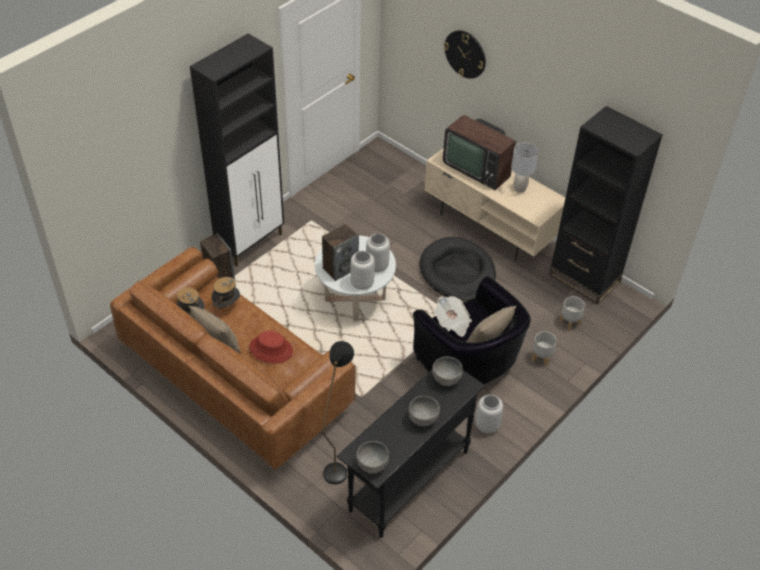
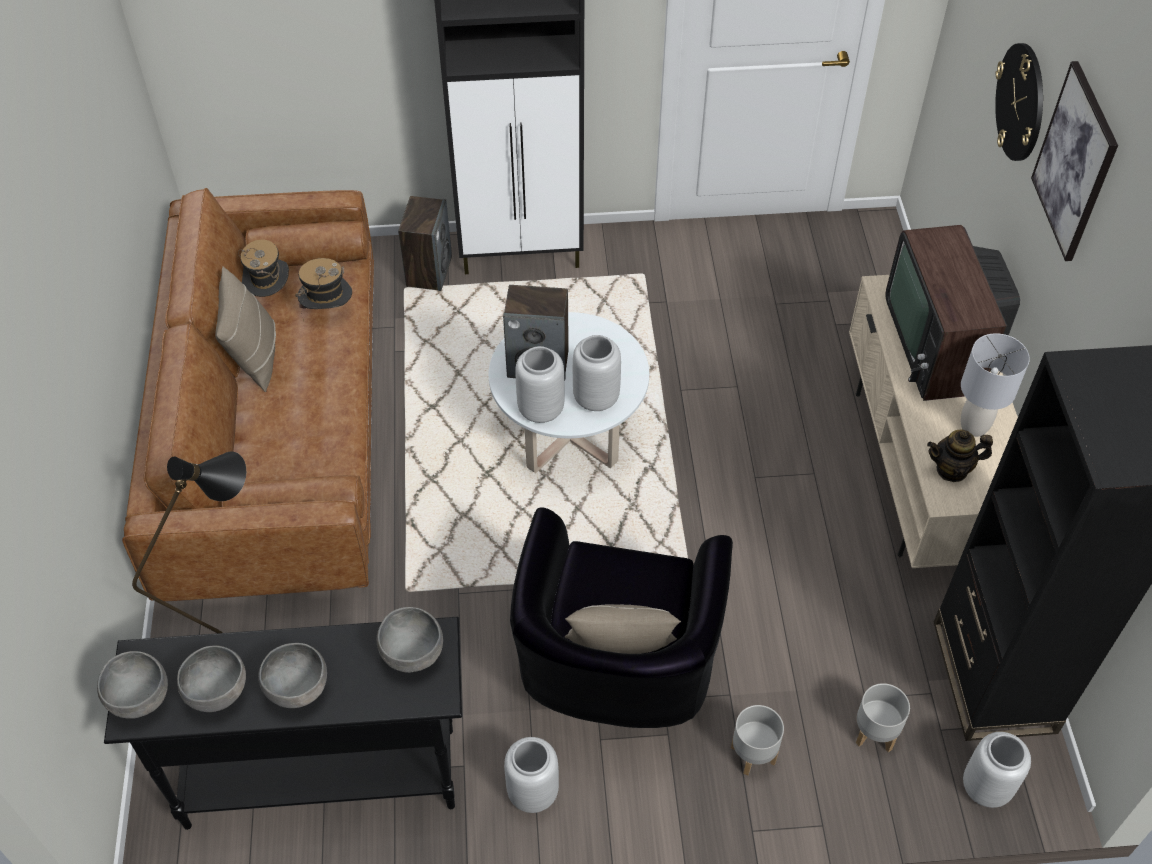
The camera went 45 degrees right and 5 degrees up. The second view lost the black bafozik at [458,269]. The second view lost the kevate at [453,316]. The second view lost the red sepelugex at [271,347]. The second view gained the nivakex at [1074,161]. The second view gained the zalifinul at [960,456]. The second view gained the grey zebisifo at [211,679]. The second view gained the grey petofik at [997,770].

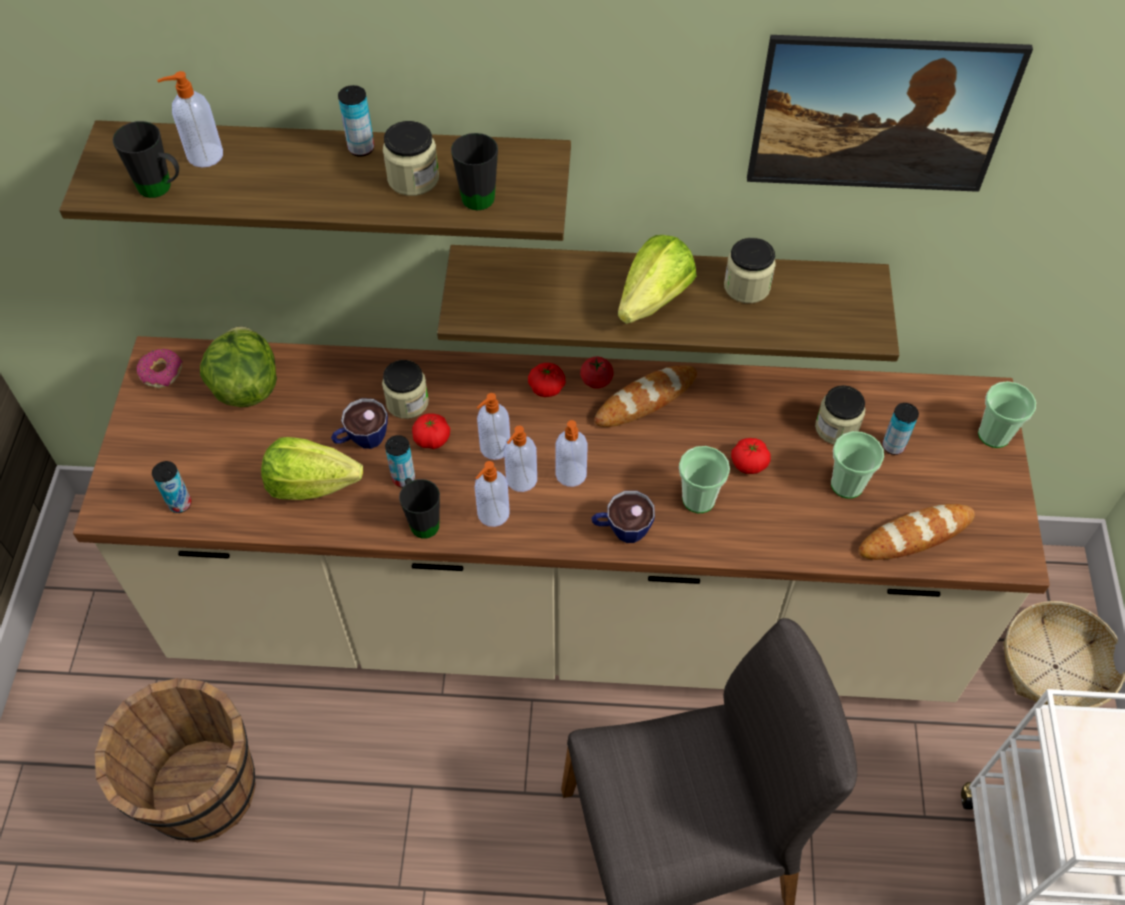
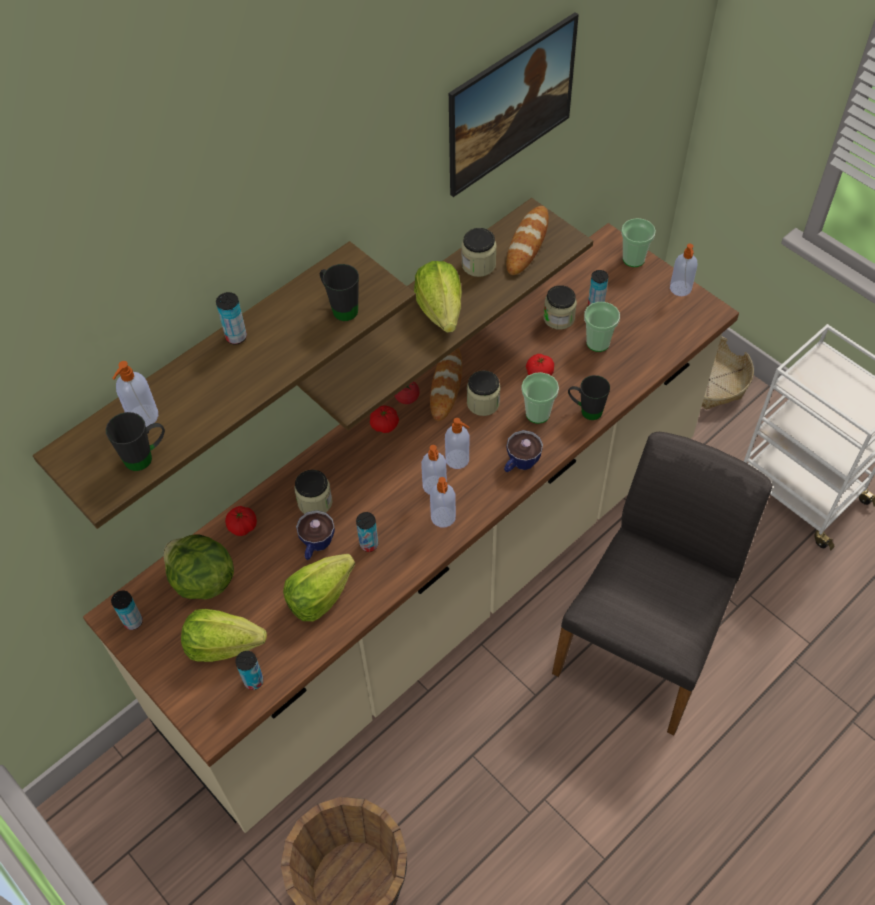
The camera went 45 degrees left and 0 degrees up. The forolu ended up elsewhere, having gone from [411,158] to [483,393]. Where the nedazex stood at [160,368], the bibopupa came to stand at [127,610]. The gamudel ended up elsewhere, having gone from [493,426] to [683,270]. The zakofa ended up elsewhere, having gone from [431,431] to [241,521]. The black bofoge ended up elsewhere, having gone from [419,508] to [589,397]. The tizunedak ended up elsewhere, having gone from [917,532] to [527,240]. The second view gained the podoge at [224,635].

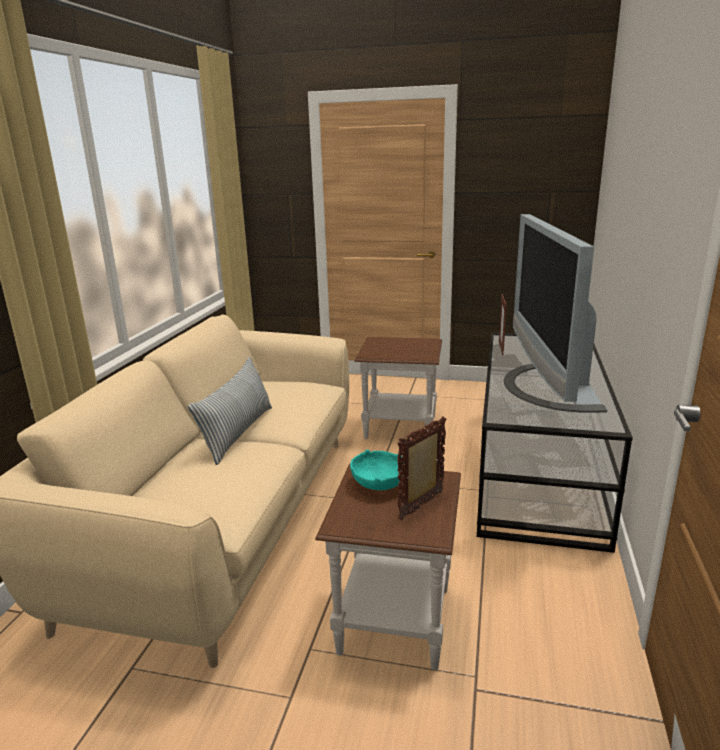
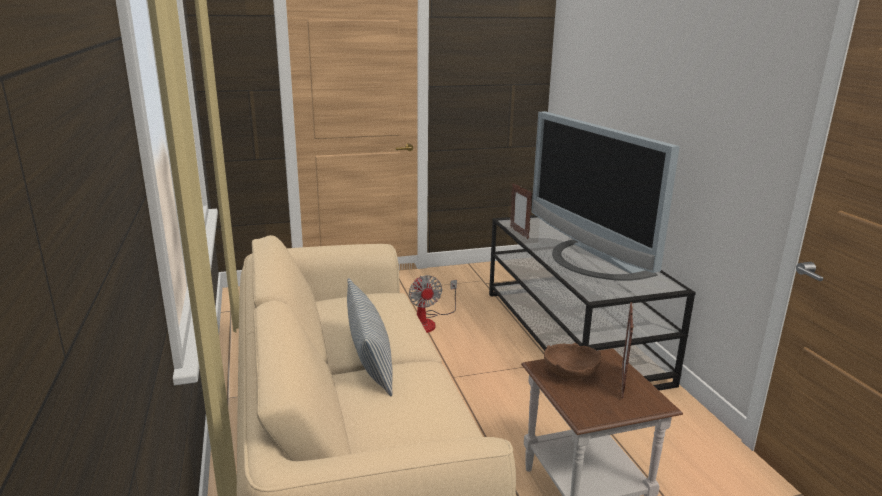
The camera went 30 degrees left and 0 degrees up. Where the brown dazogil stood at [398,388], the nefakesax came to stand at [433,304]. What was the turquoise zebisifo at [377,469] turned into the brown zebisifo at [572,361].

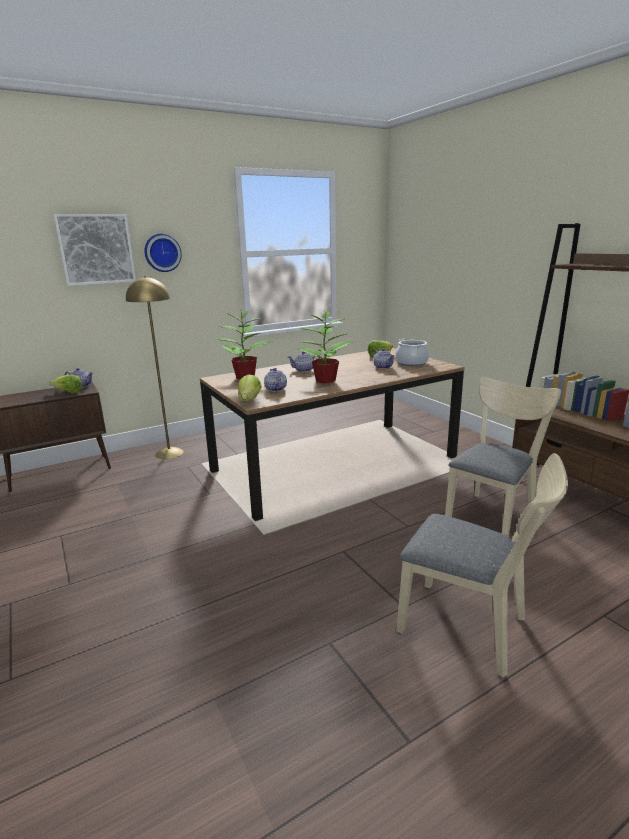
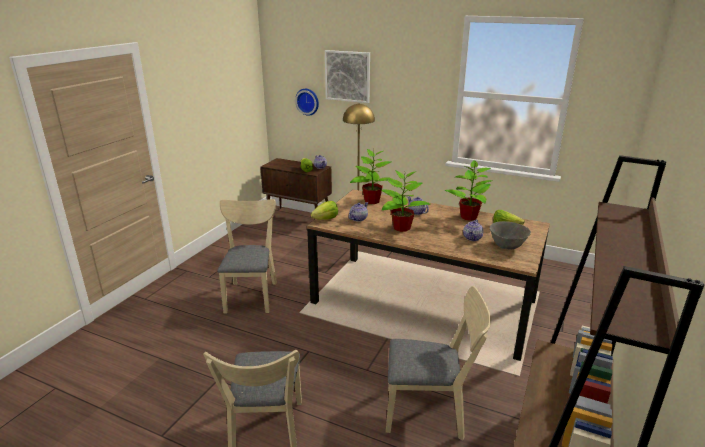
The camera went 55 degrees right and 5 degrees up. The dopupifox ended up elsewhere, having gone from [163,253] to [307,102]. Where the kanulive stood at [412,352], the grey zebisifo came to stand at [510,235]. The second view gained the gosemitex at [469,190]. The second view gained the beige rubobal at [247,256].

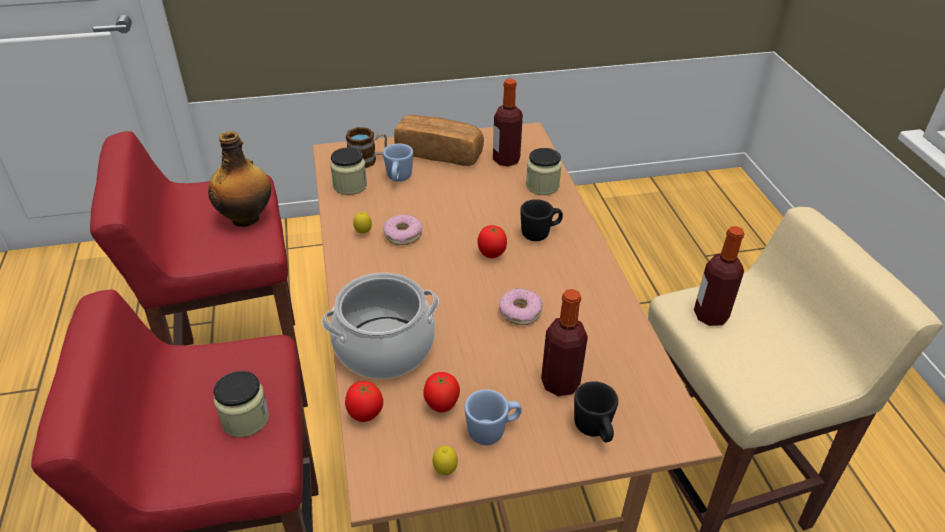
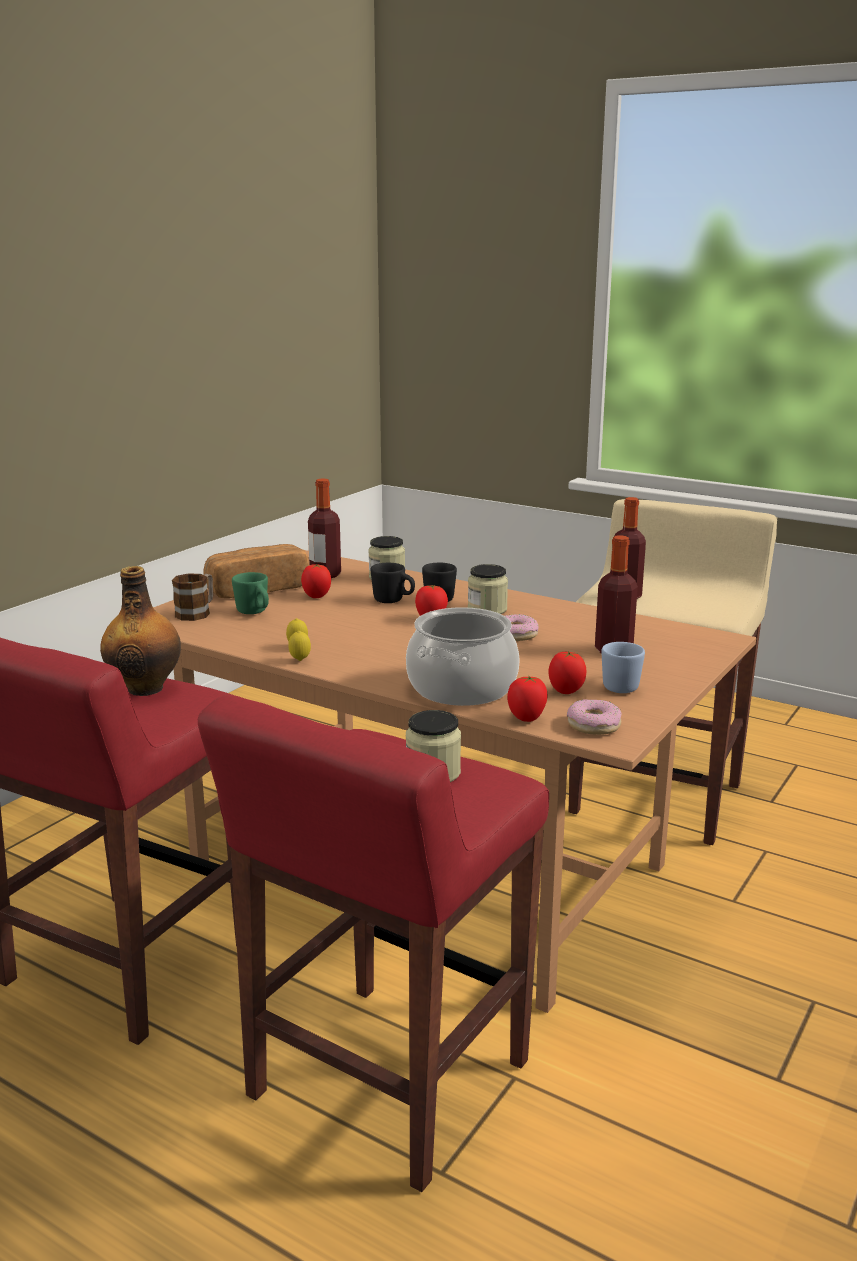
The camera went 45 degrees left and 20 degrees down. What was the blue bofoge at [398,162] turned into the green bofoge at [250,593]. The forolu ended up elsewhere, having gone from [348,171] to [488,589]. The nedazex ended up elsewhere, having gone from [402,229] to [594,717]. The black bofoge ended up elsewhere, having gone from [596,411] to [393,583]. The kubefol ended up elsewhere, having gone from [445,460] to [299,646]. The second view gained the zakofa at [316,581].

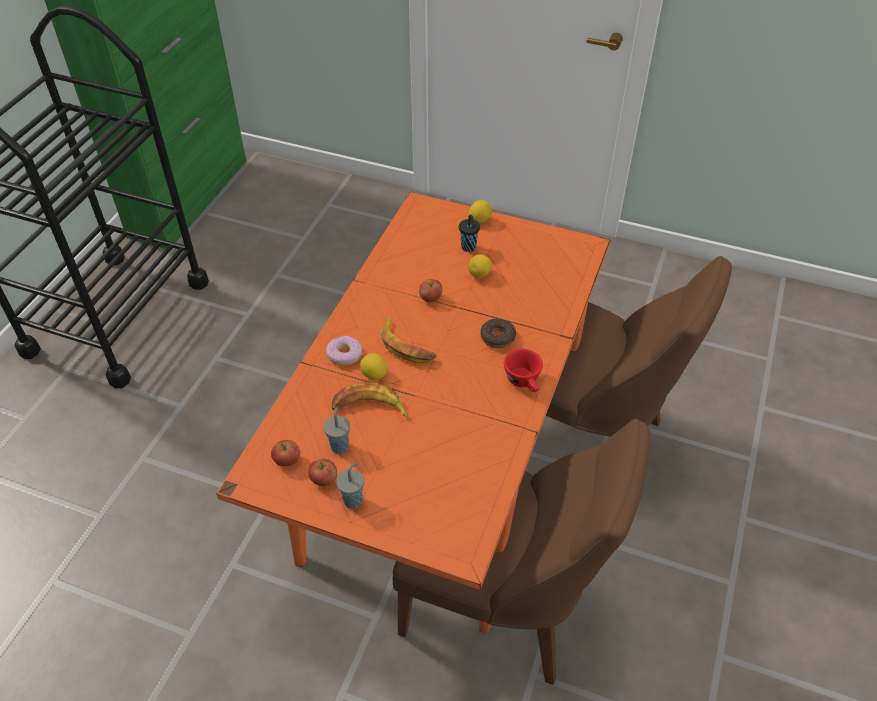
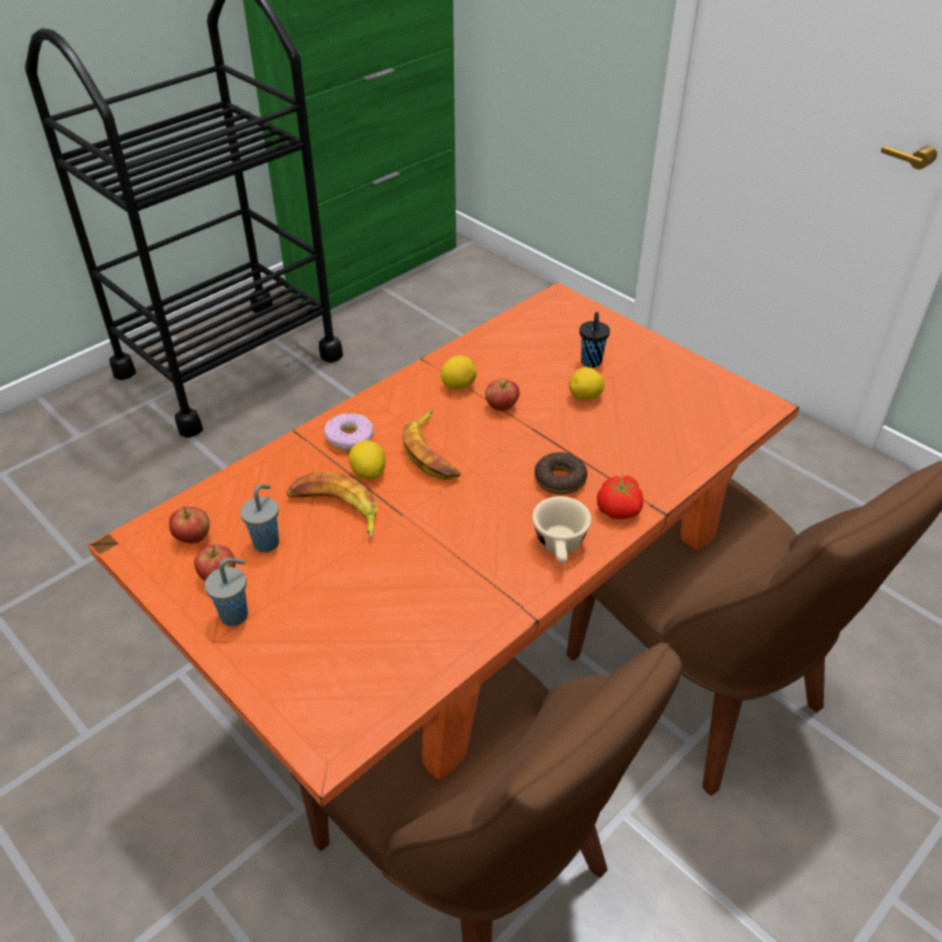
The camera went 25 degrees right and 5 degrees down. The kubefol ended up elsewhere, having gone from [480,211] to [459,373]. What was the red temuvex at [523,370] turned into the beige temuvex at [561,529]. The second view gained the zakofa at [620,497].

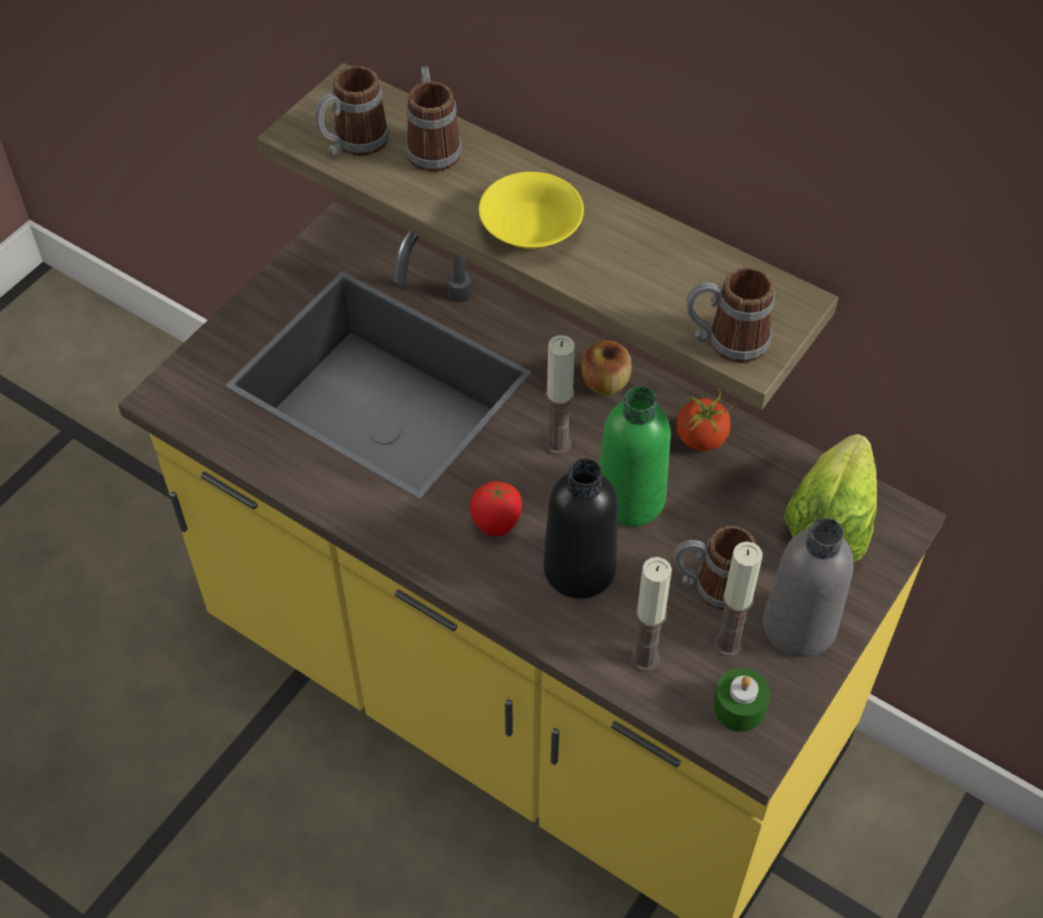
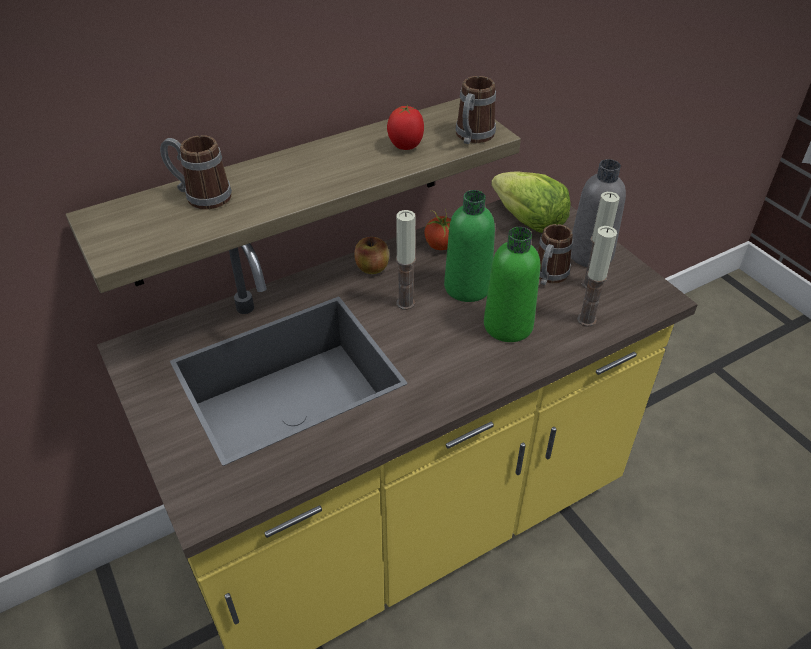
The camera went 65 degrees left and 10 degrees down. The second view lost the bofoge at [352,111]. The second view lost the yellow zebisifo at [531,210]. What was the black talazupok at [581,529] turned into the green talazupok at [512,284]. The zakofa ended up elsewhere, having gone from [496,509] to [405,127]. The second view lost the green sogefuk at [741,700].

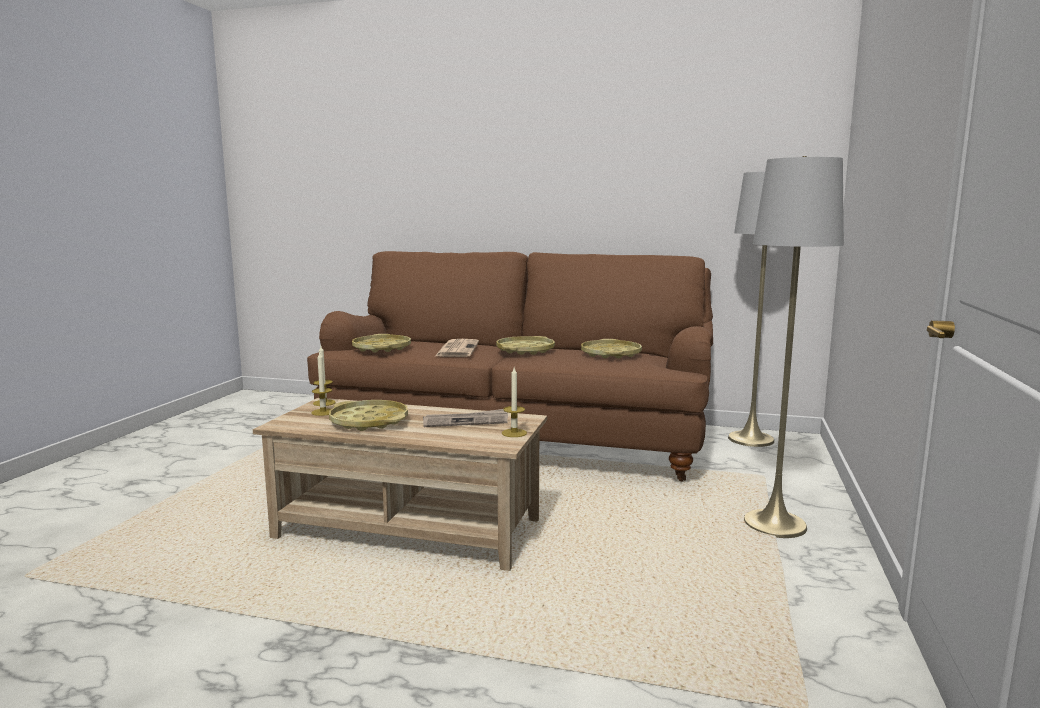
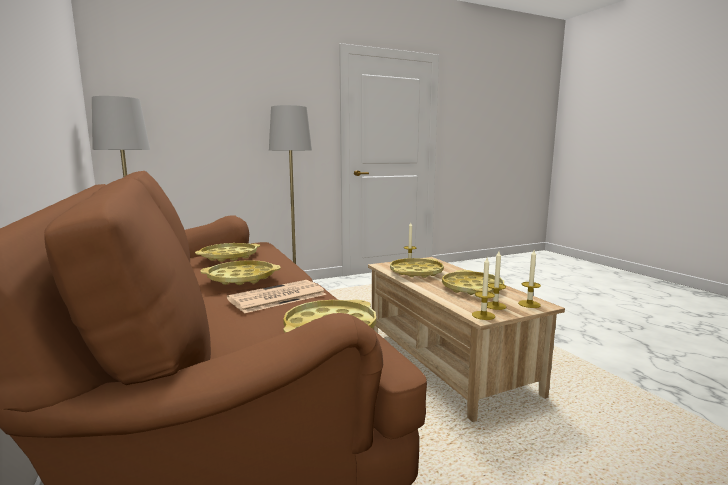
The camera went 130 degrees left and 0 degrees up. Where the kevate stood at [465,418], the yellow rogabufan came to stand at [417,268]. The second view gained the sogefuk at [529,279].

